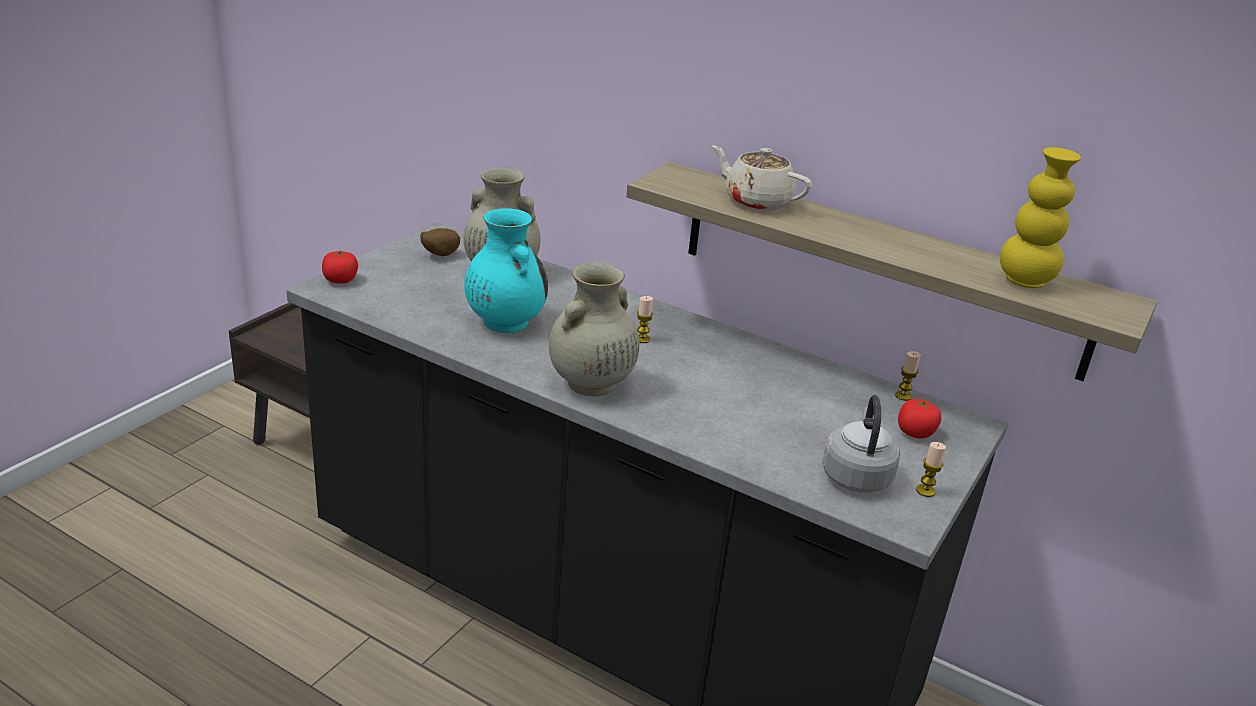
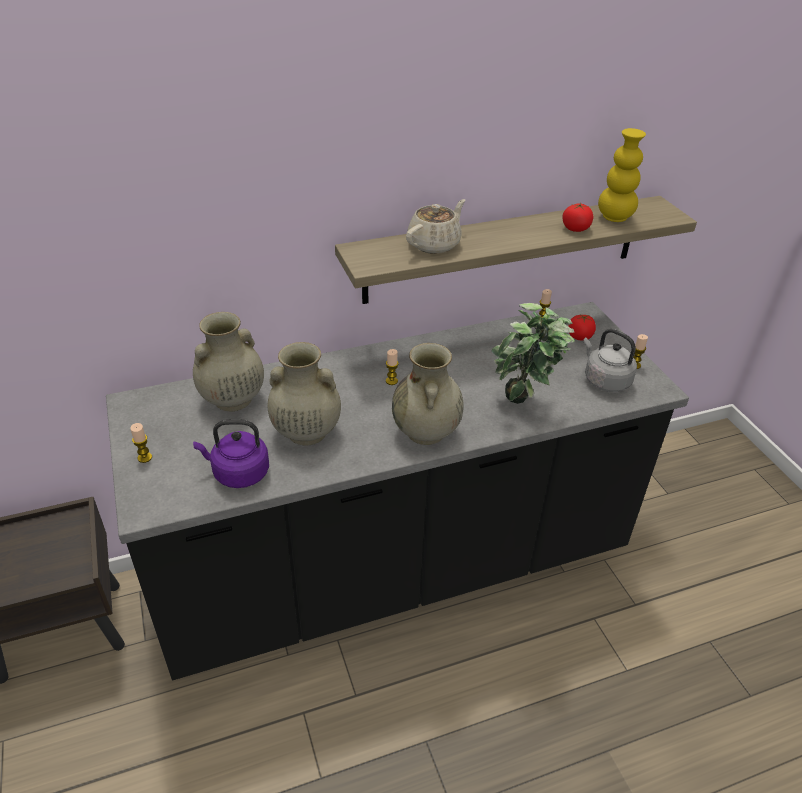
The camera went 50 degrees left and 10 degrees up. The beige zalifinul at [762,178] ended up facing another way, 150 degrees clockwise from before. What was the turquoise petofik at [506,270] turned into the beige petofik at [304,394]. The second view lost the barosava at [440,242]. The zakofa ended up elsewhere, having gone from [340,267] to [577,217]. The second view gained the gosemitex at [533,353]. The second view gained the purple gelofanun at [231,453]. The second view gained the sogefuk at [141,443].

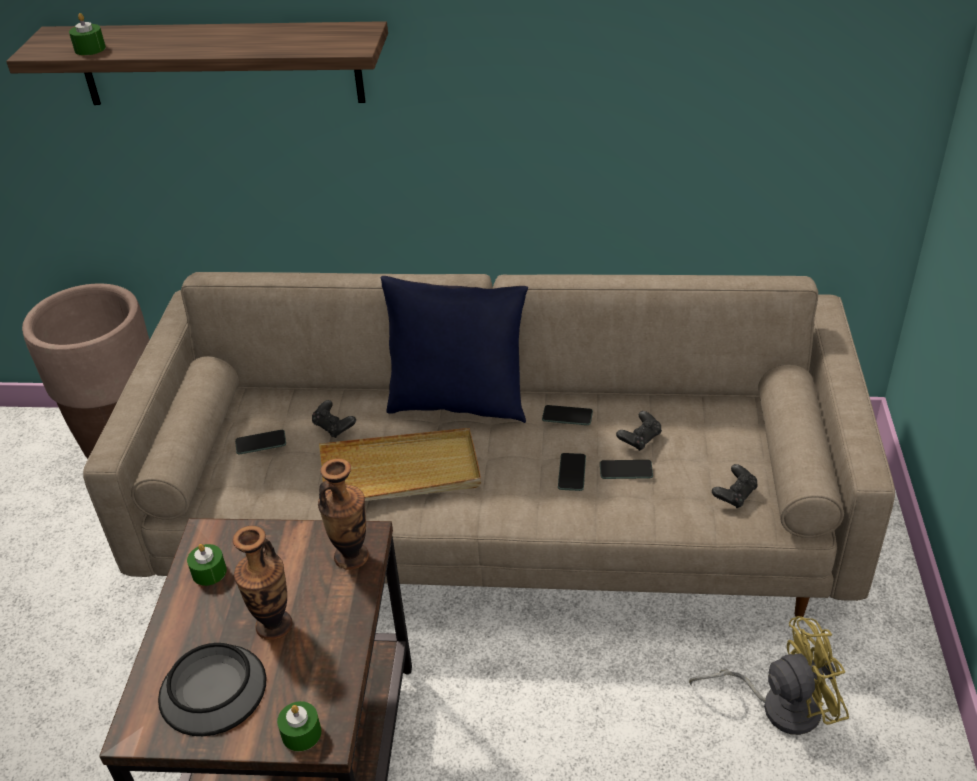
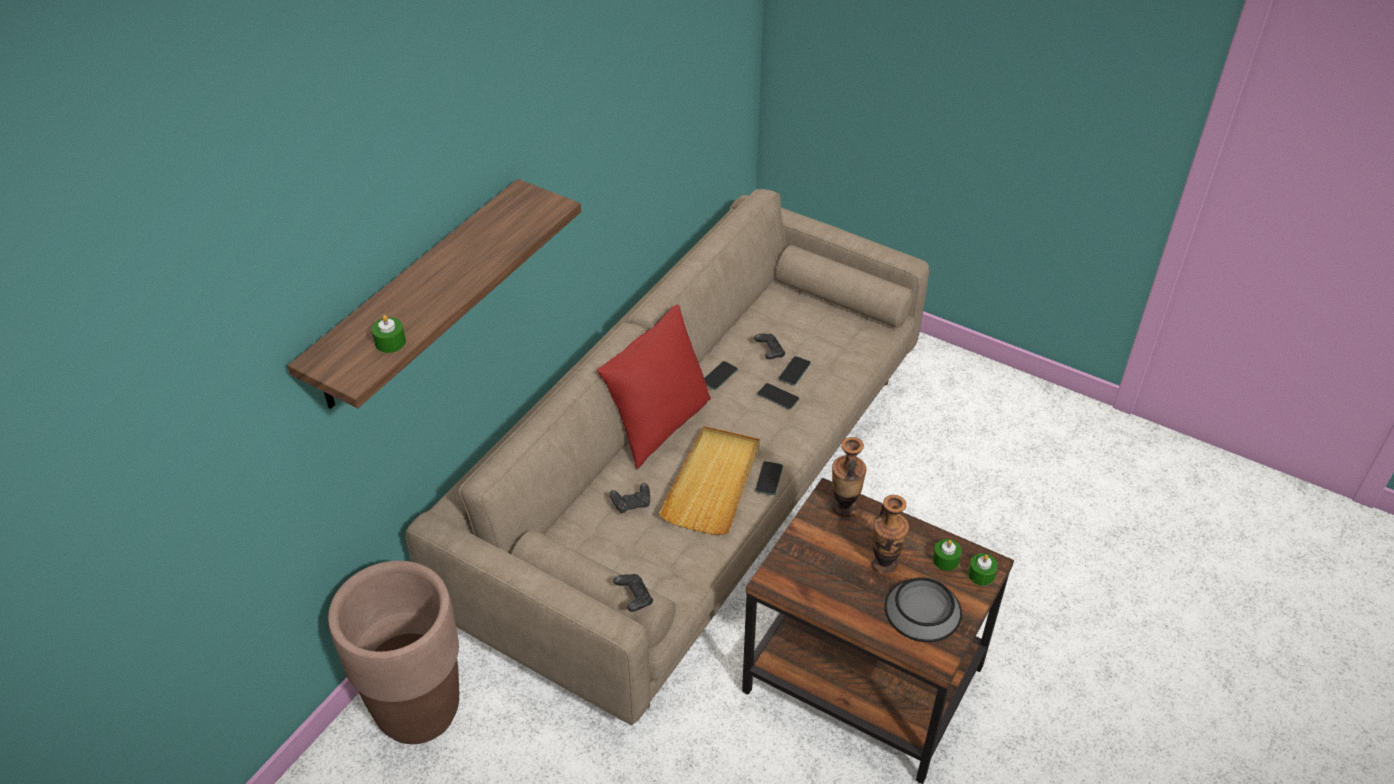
The camera went 65 degrees left and 5 degrees up. What was the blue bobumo at [454,349] turned into the red bobumo at [654,386]. The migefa ended up elsewhere, having gone from [260,442] to [769,478]. The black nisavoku ended up elsewhere, having gone from [735,486] to [633,593]. The green sogefuk ended up elsewhere, having gone from [207,565] to [947,555]. The second view lost the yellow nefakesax at [769,675].

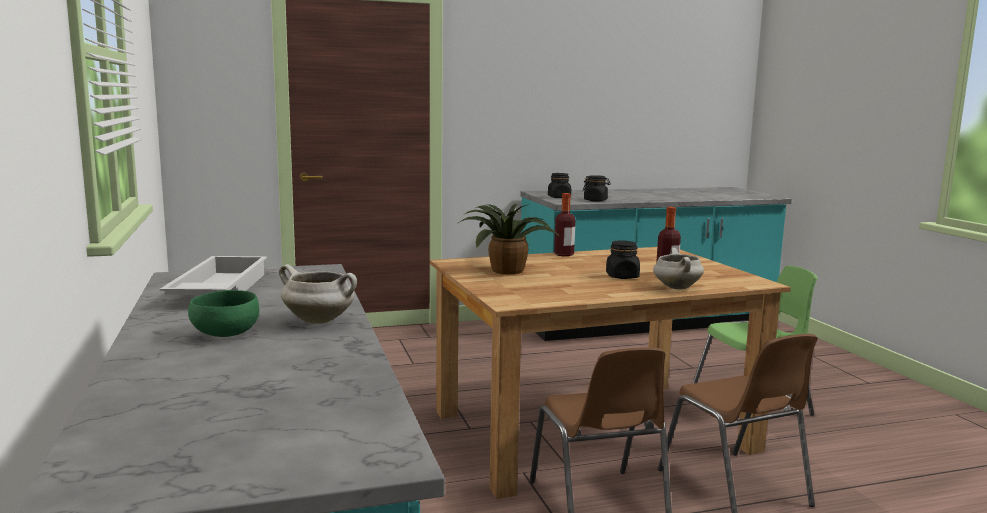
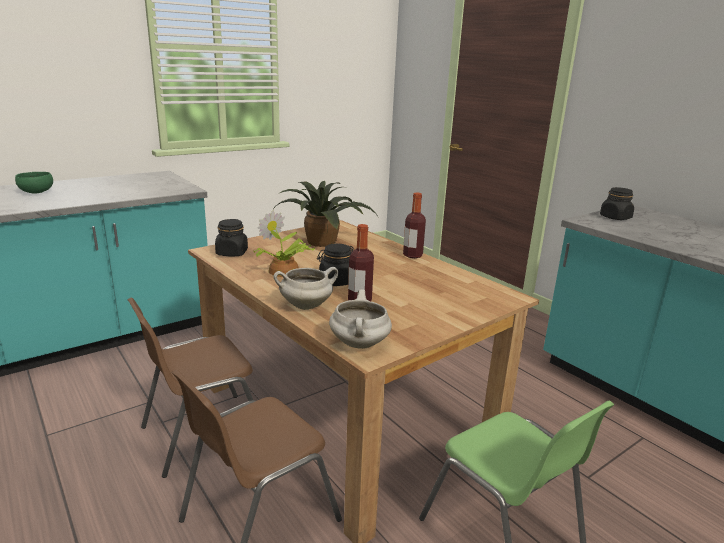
The camera went 70 degrees right and 10 degrees up. The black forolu ended up elsewhere, having gone from [597,188] to [231,237]. The second view lost the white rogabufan at [213,275]. The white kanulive ended up elsewhere, having gone from [318,294] to [360,319]. The second view gained the gosemitex at [284,243].

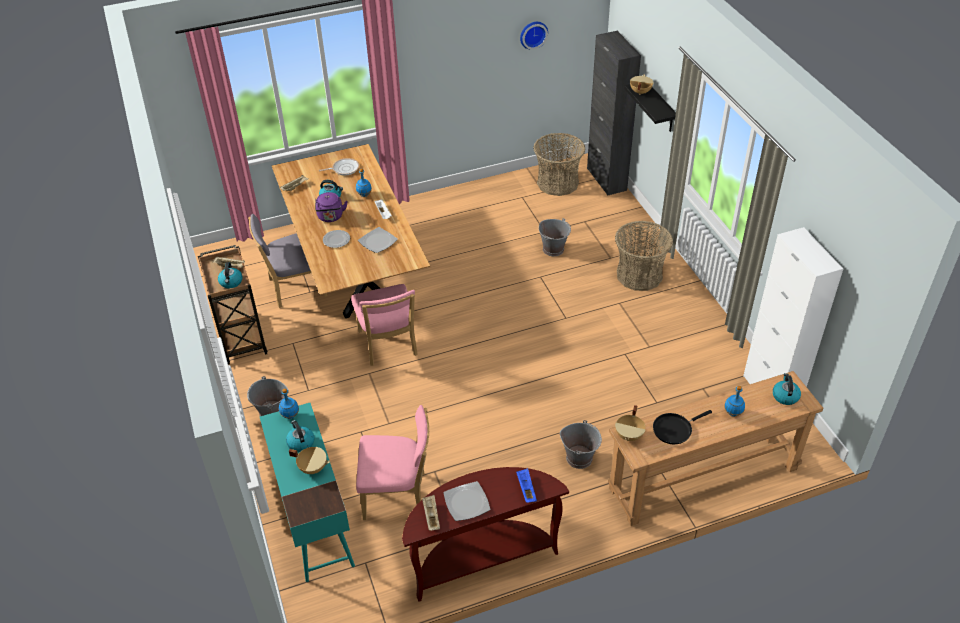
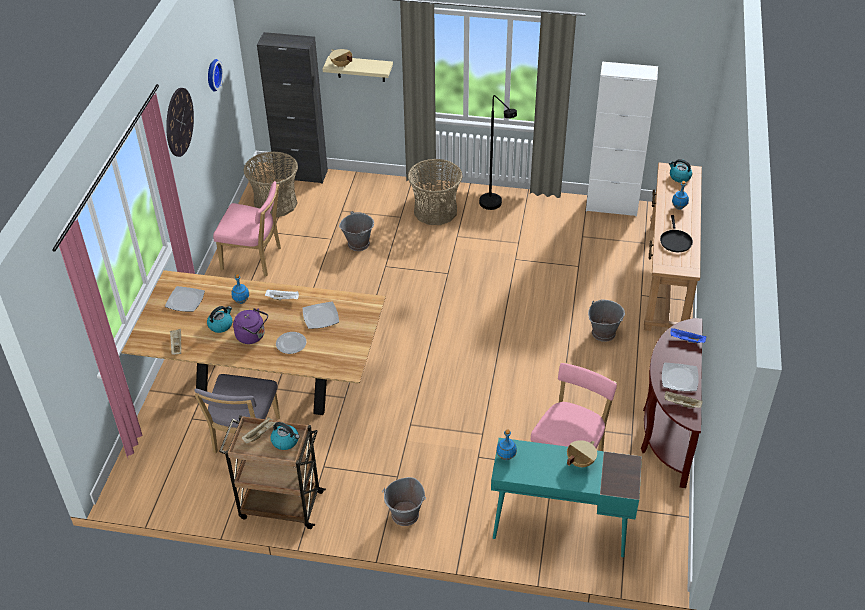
The camera went 60 degrees left and 0 degrees up. What was the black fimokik at [650,108] turned into the beige fimokik at [358,69]. Where the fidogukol stood at [339,166], the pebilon came to stand at [185,299]. The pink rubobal ended up elsewhere, having gone from [384,325] to [247,228]. The second view lost the beige kanulive at [630,423]. The second view lost the gelofanun at [300,436]. The second view gained the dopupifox at [180,122]. The second view gained the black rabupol at [498,152].

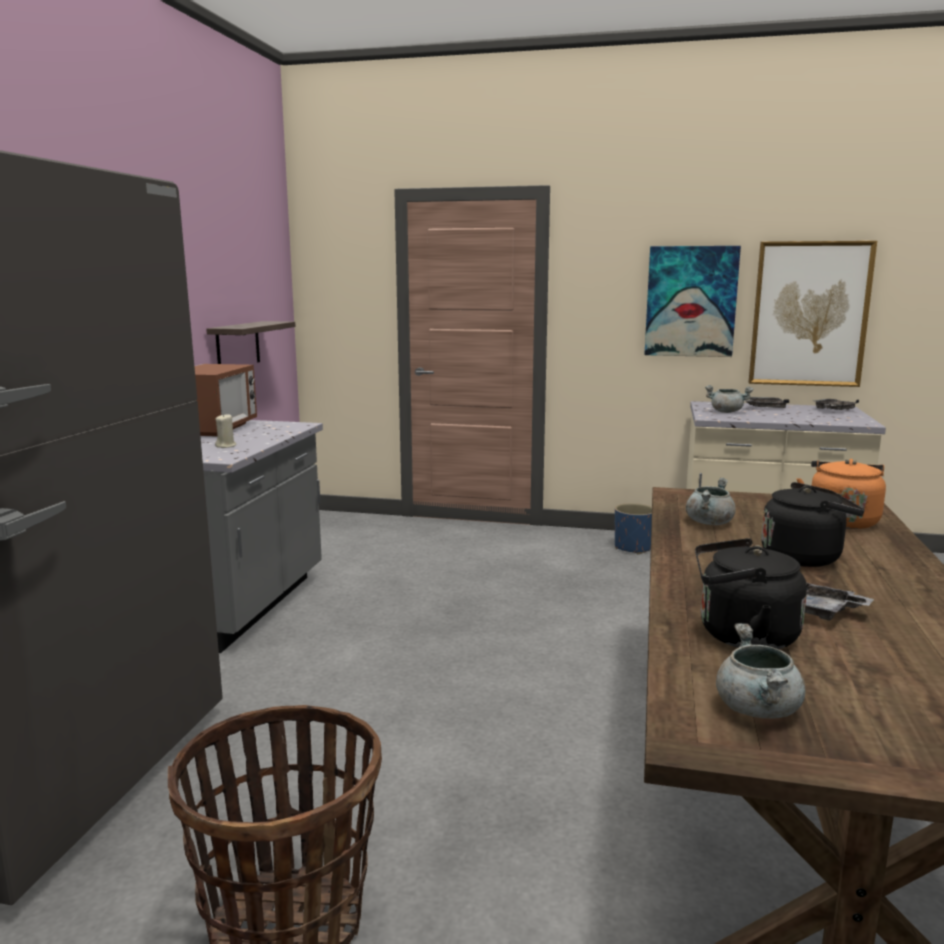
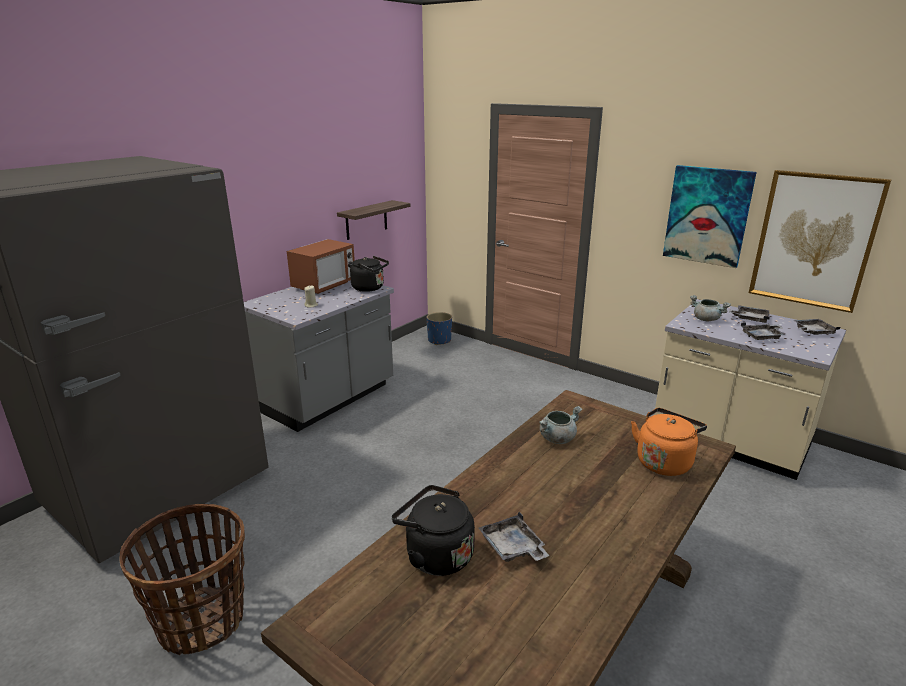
The camera went 25 degrees right and 10 degrees up. The black gelofanun ended up elsewhere, having gone from [812,524] to [369,274]. The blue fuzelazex ended up elsewhere, having gone from [633,528] to [439,328]. The second view lost the grey kanulive at [760,671]. The second view gained the grey rogabufan at [763,331].

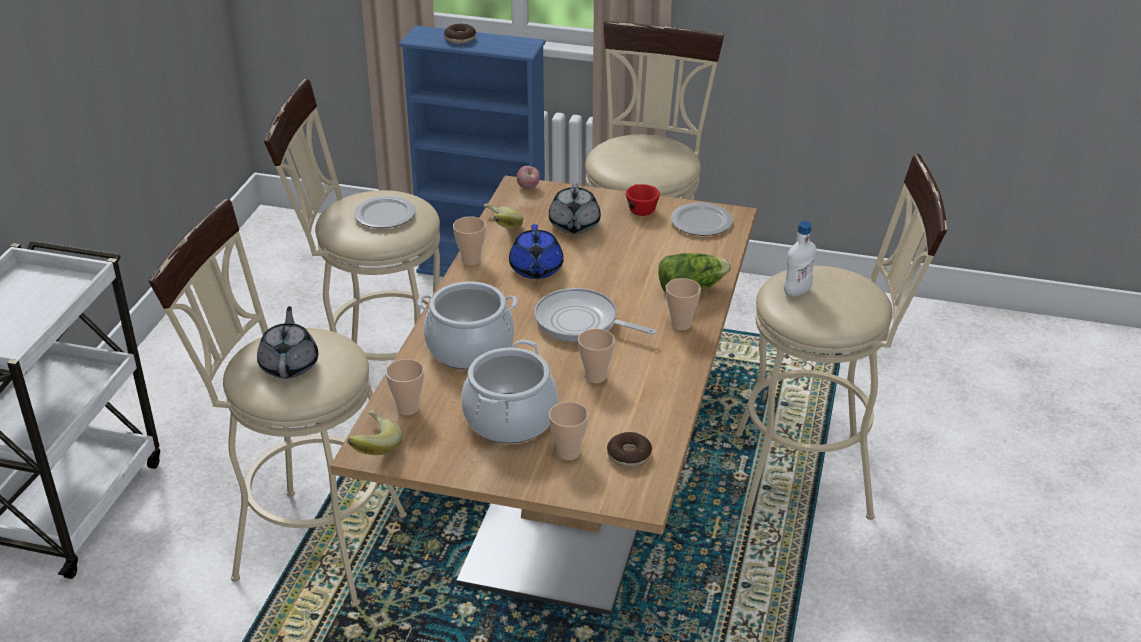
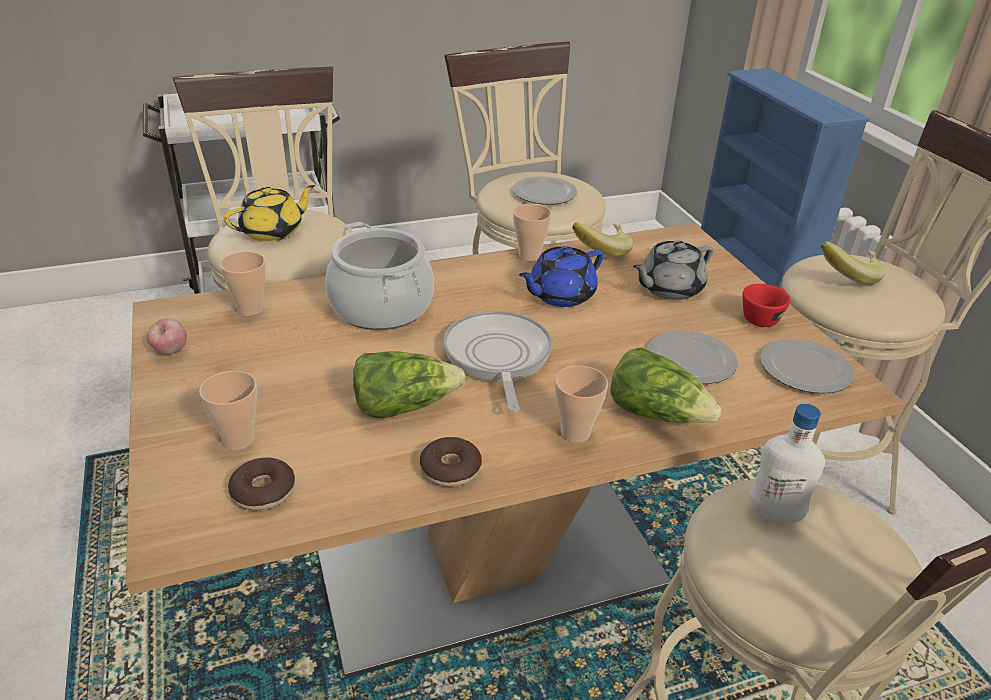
The camera went 55 degrees right and 0 degrees up. The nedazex ended up elsewhere, having gone from [460,34] to [451,462]. The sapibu ended up elsewhere, having gone from [528,177] to [167,336]. What was the grey zalifinul at [287,342] turned into the yellow zalifinul at [269,213]. Where the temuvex stood at [596,355], the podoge came to stand at [409,384]. The second view lost the kanulive at [509,391]. The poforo ended up elsewhere, having gone from [374,432] to [853,262]. The second view gained the pebilon at [692,357].

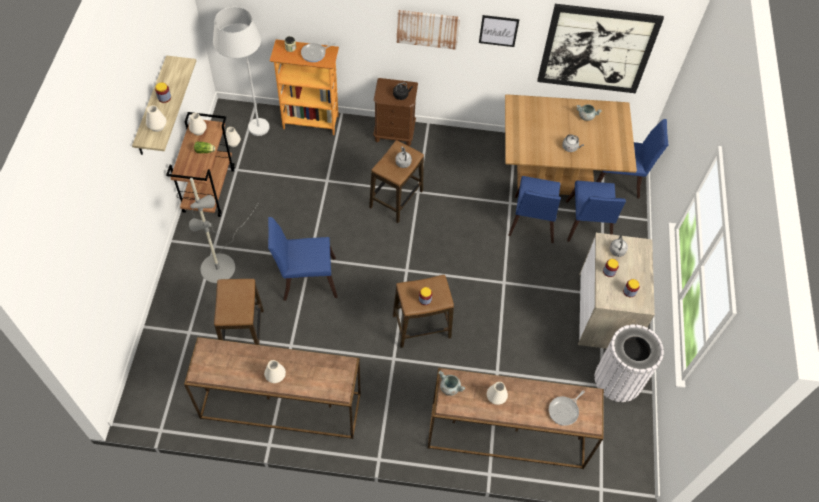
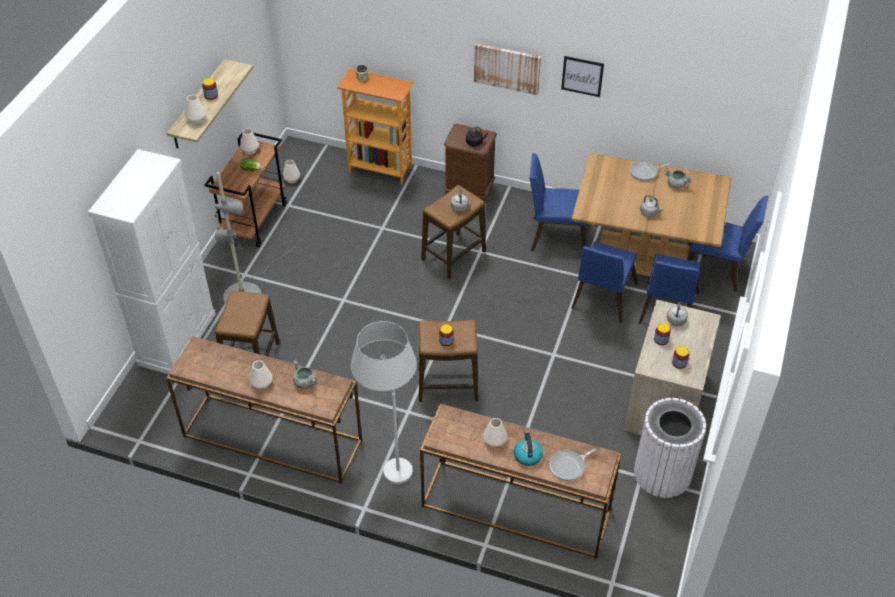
The camera went 15 degrees right and 10 degrees down. The second view lost the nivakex at [600,48]. The white rabupol ended up elsewhere, having gone from [241,71] to [384,402]. The fidogukol ended up elsewhere, having gone from [318,52] to [650,171]. The blue rubobal ended up elsewhere, having gone from [303,258] to [557,202]. The grey kanulive ended up elsewhere, having gone from [451,383] to [304,374]. The second view gained the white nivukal at [152,261]. The second view gained the gelofanun at [528,448].

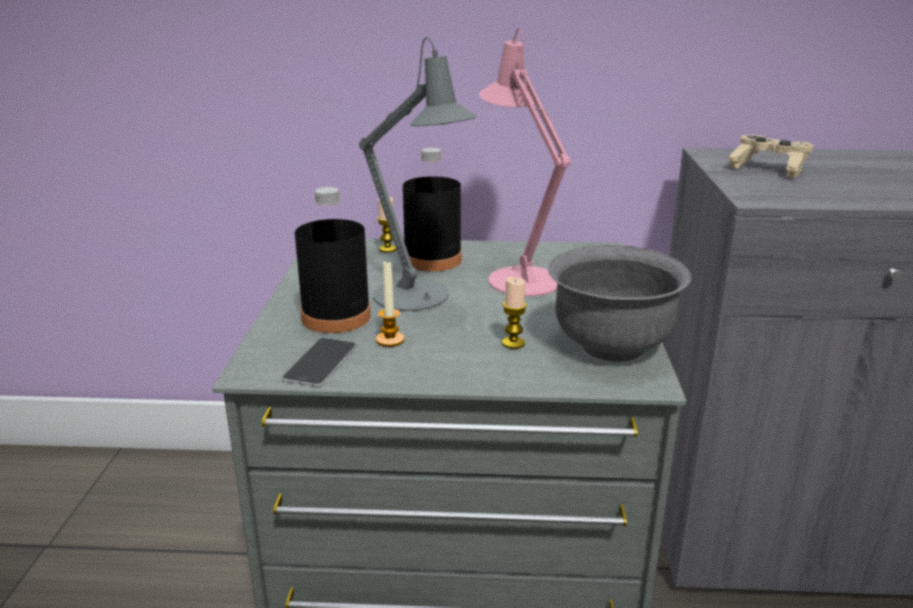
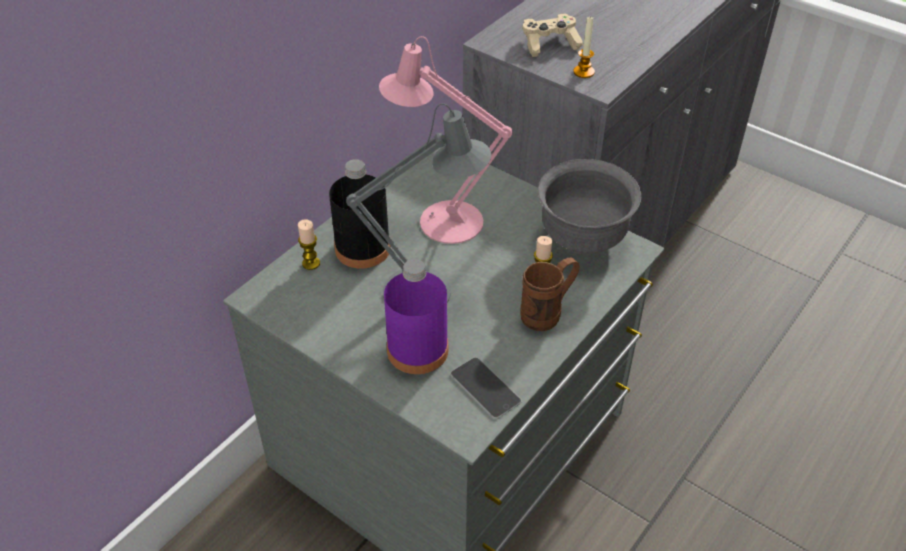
The camera went 55 degrees left and 20 degrees up. What was the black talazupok at [333,260] turned into the purple talazupok at [416,316]. The sogefuk ended up elsewhere, having gone from [390,304] to [584,46]. The second view gained the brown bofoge at [550,294].

